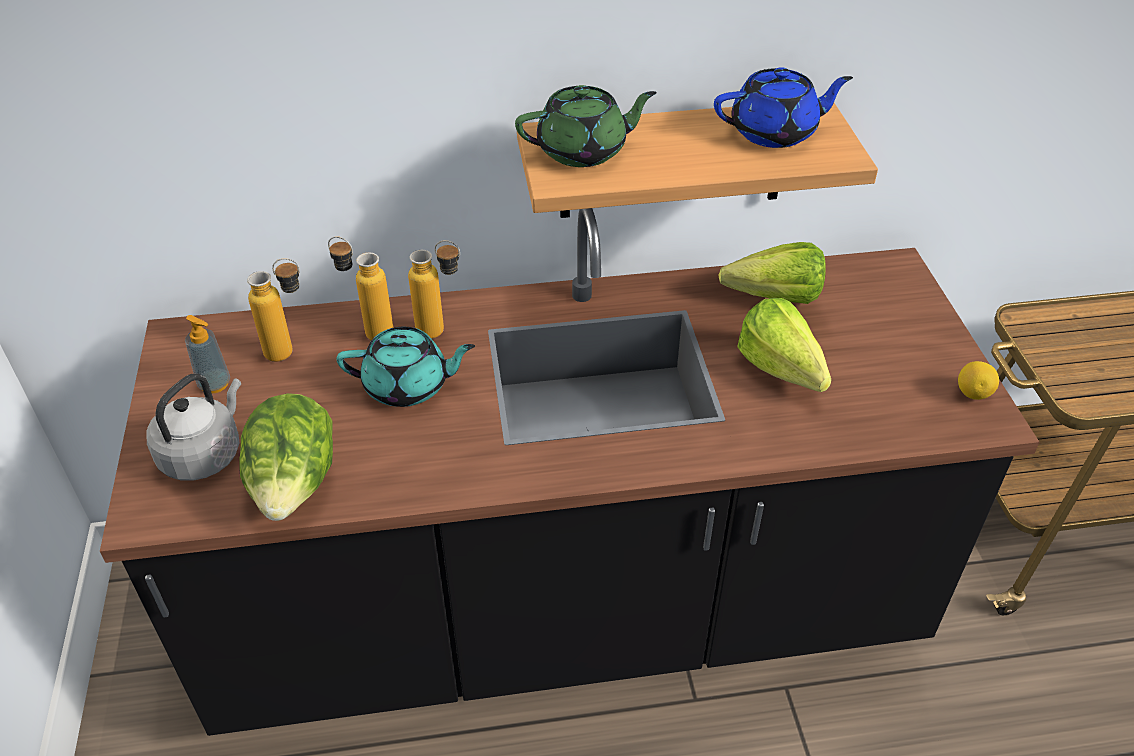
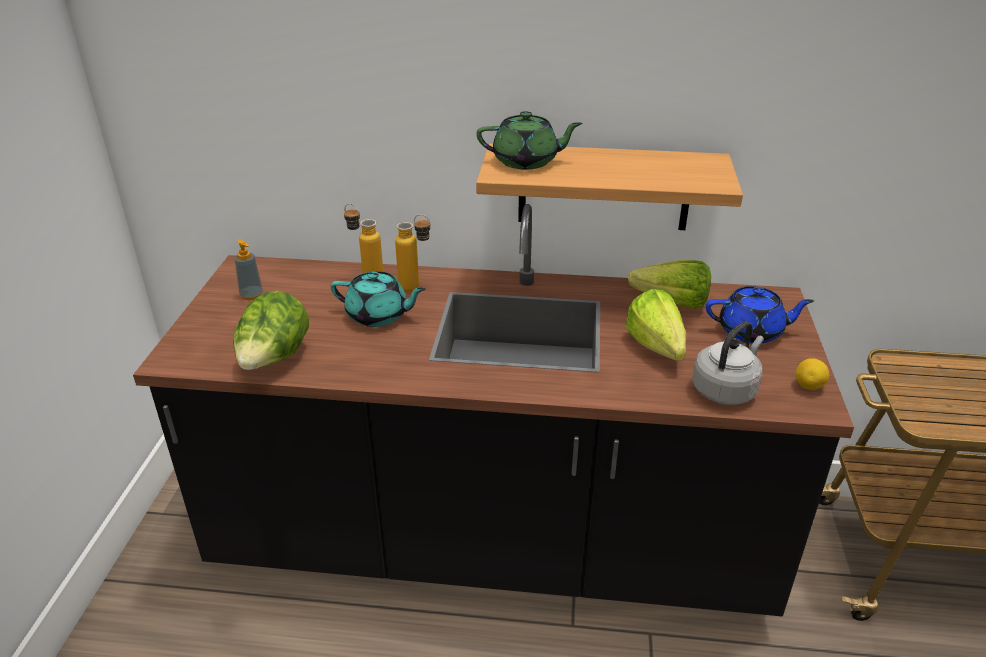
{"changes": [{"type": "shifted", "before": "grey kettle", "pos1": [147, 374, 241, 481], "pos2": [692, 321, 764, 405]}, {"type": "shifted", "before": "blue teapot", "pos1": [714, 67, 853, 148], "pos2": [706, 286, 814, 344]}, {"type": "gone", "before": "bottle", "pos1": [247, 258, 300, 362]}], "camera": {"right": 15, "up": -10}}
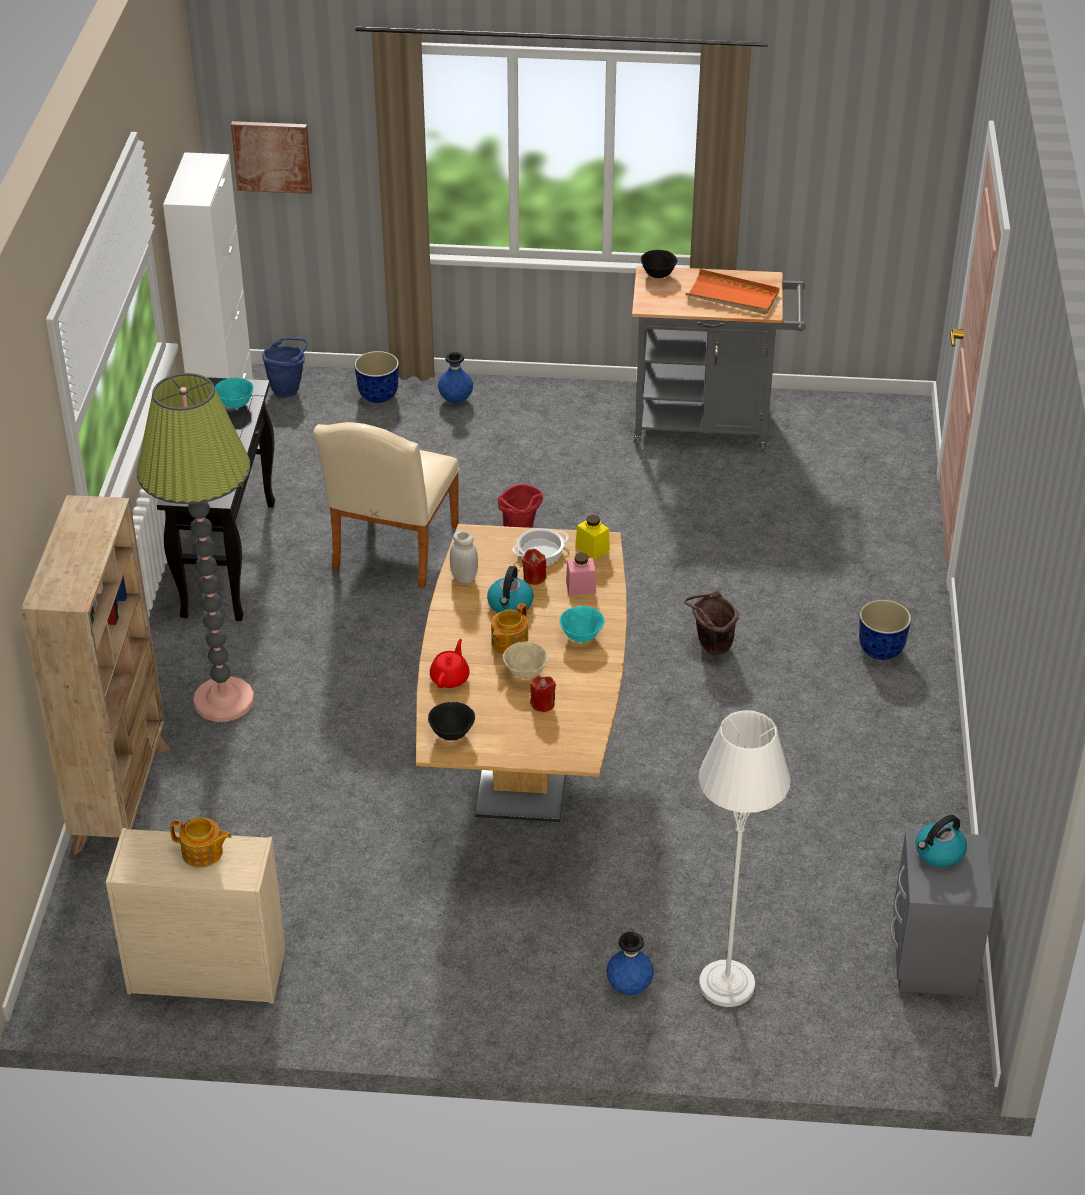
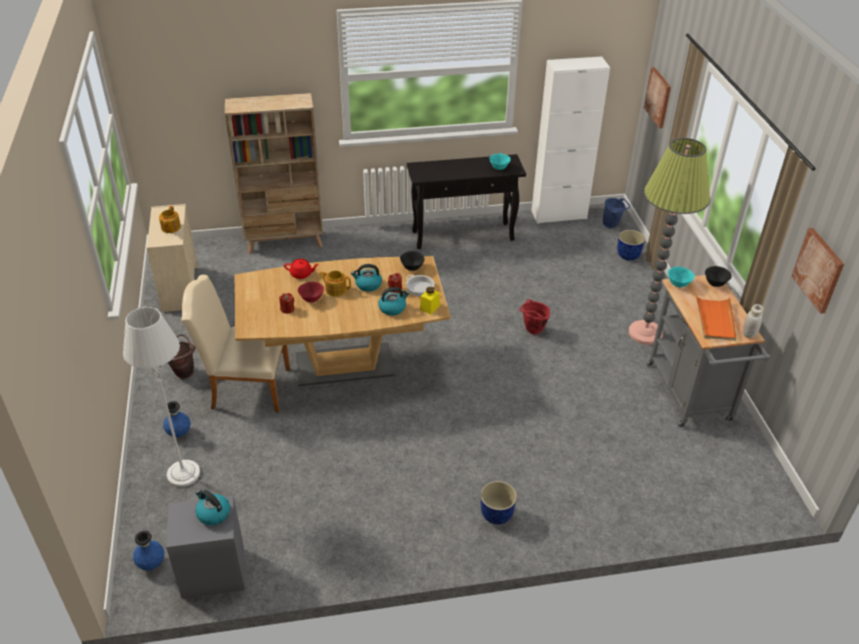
{"changes": [{"type": "shifted", "before": "blue vase", "pos1": [438, 352, 473, 403], "pos2": [133, 531, 164, 570]}, {"type": "shifted", "before": "brown bucket", "pos1": [684, 590, 739, 655], "pos2": [168, 334, 196, 379]}, {"type": "shifted", "before": "beige chair", "pos1": [313, 422, 459, 588], "pos2": [181, 275, 290, 413]}, {"type": "repainted", "before": "beige bowl", "after": "red bowl", "pos1": [503, 641, 548, 679], "pos2": [298, 282, 324, 303]}, {"type": "swapped", "before": "pink jar", "after": "kettle", "pos1": [566, 553, 596, 595], "pos2": [378, 287, 409, 316]}, {"type": "shifted", "before": "black bowl", "pos1": [428, 702, 475, 741], "pos2": [400, 251, 425, 271]}, {"type": "shifted", "before": "floor lamp", "pos1": [137, 373, 254, 722], "pos2": [629, 138, 710, 345]}, {"type": "shifted", "before": "turquoise bowl", "pos1": [559, 606, 604, 643], "pos2": [668, 267, 694, 287]}, {"type": "shifted", "before": "white jar", "pos1": [450, 531, 478, 584], "pos2": [743, 304, 764, 338]}, {"type": "new", "after": "picture", "pos2": [792, 228, 844, 314]}], "camera": {"right": 75, "up": 0}}
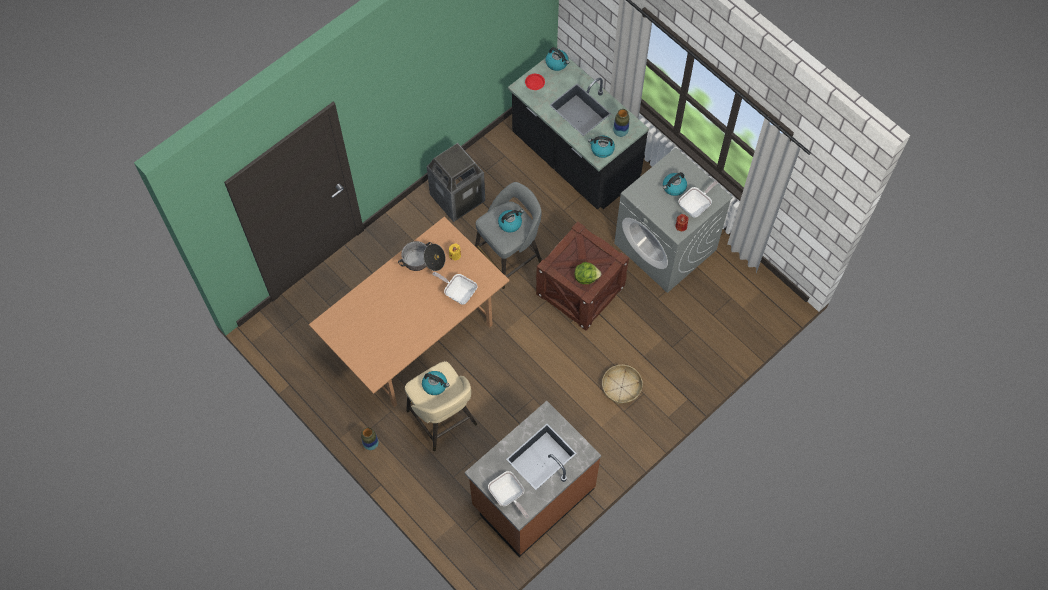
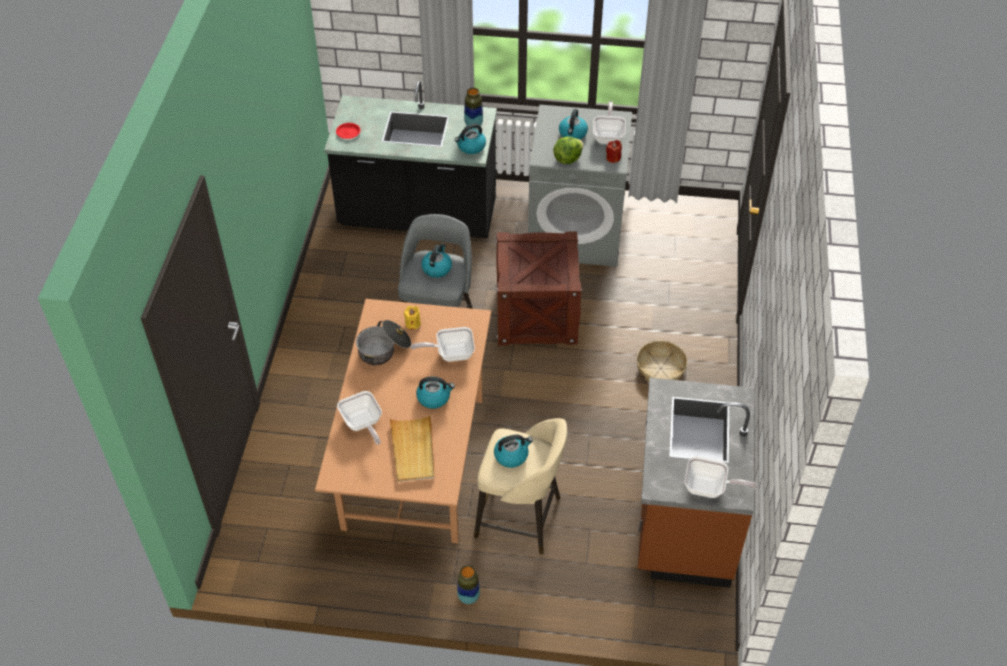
{"changes": [{"type": "new", "after": "frying pan", "pos2": [337, 391, 382, 445]}, {"type": "new", "after": "beige tray", "pos2": [390, 414, 434, 482]}, {"type": "shifted", "before": "kettle", "pos1": [546, 47, 569, 71], "pos2": [416, 377, 455, 409]}, {"type": "shifted", "before": "lettuce", "pos1": [574, 262, 601, 284], "pos2": [553, 137, 583, 164]}, {"type": "gone", "before": "trash can", "pos1": [427, 143, 485, 222]}], "camera": {"right": -40, "up": -15}}
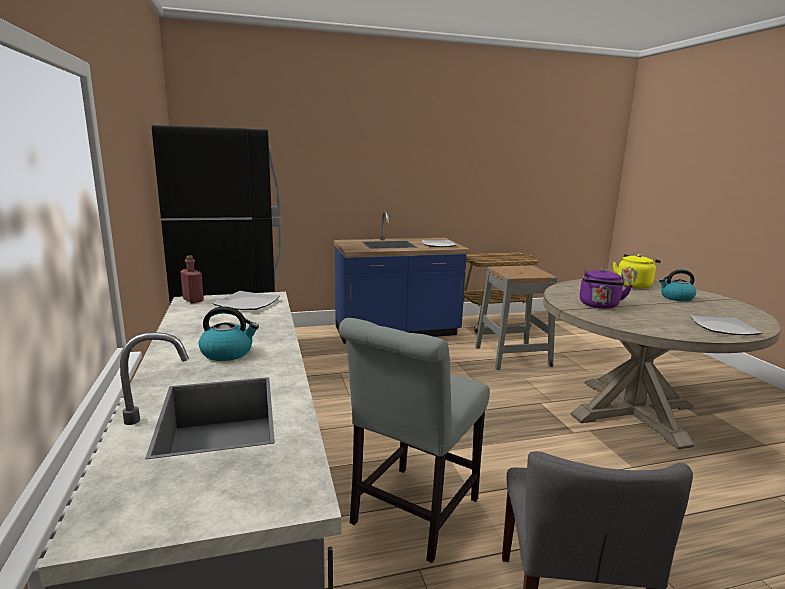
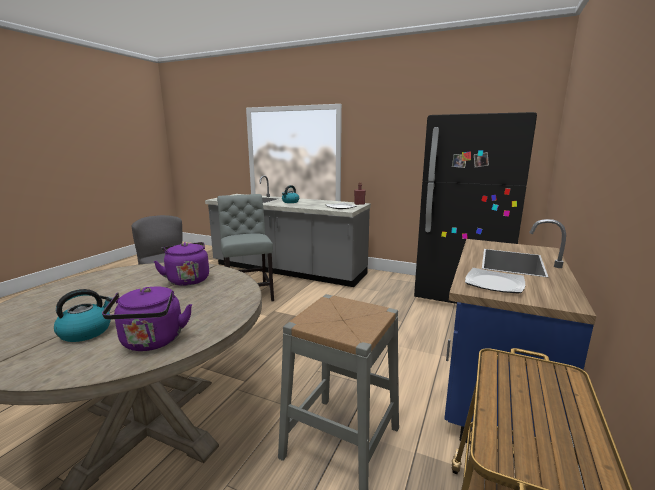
{"changes": [{"type": "repainted", "before": "yellow kettle", "after": "purple kettle", "pos1": [613, 254, 661, 289], "pos2": [102, 287, 192, 351]}, {"type": "gone", "before": "plate", "pos1": [690, 315, 762, 335]}], "camera": {"right": 130, "up": 0}}
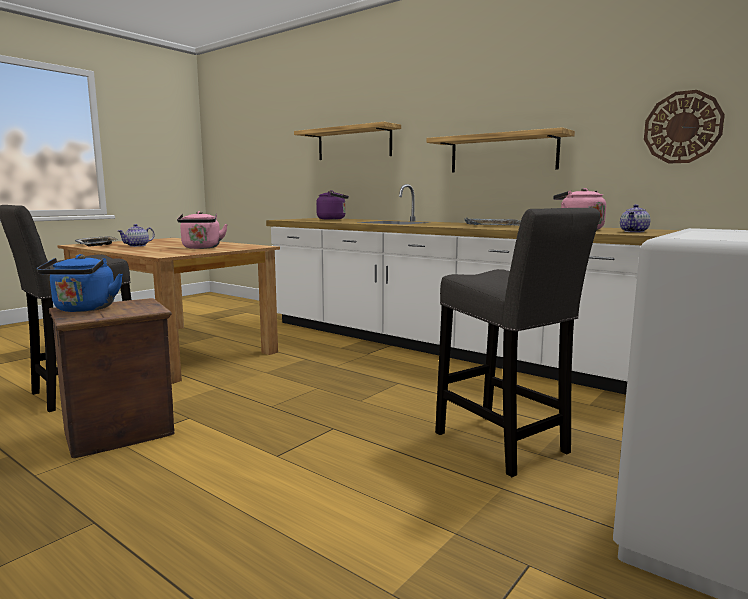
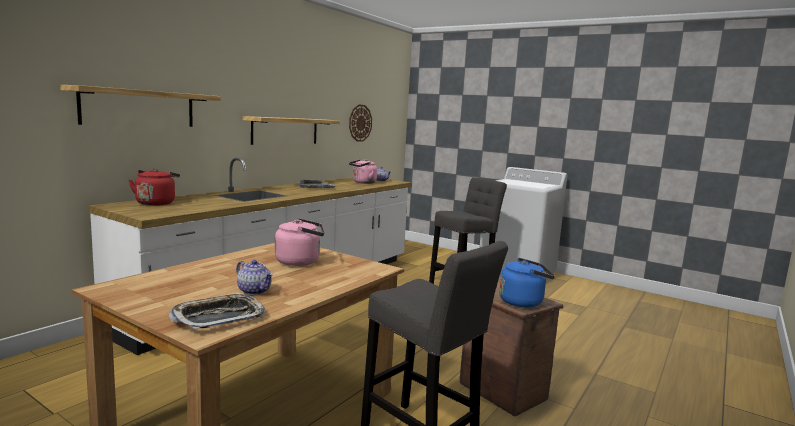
{"changes": [{"type": "repainted", "before": "purple kettle", "after": "red kettle", "pos1": [316, 190, 349, 220], "pos2": [129, 169, 180, 206]}], "camera": {"right": -95, "up": 0}}
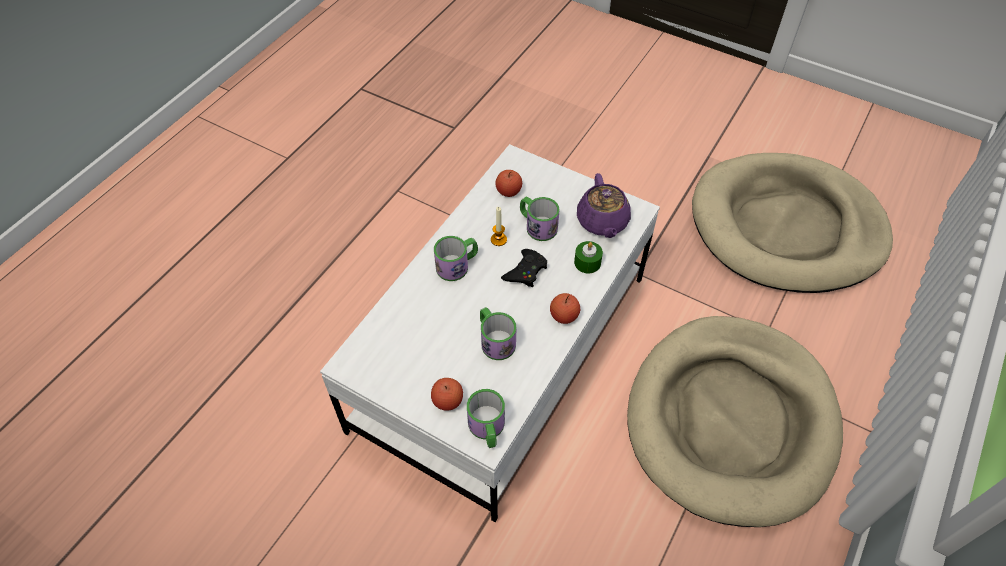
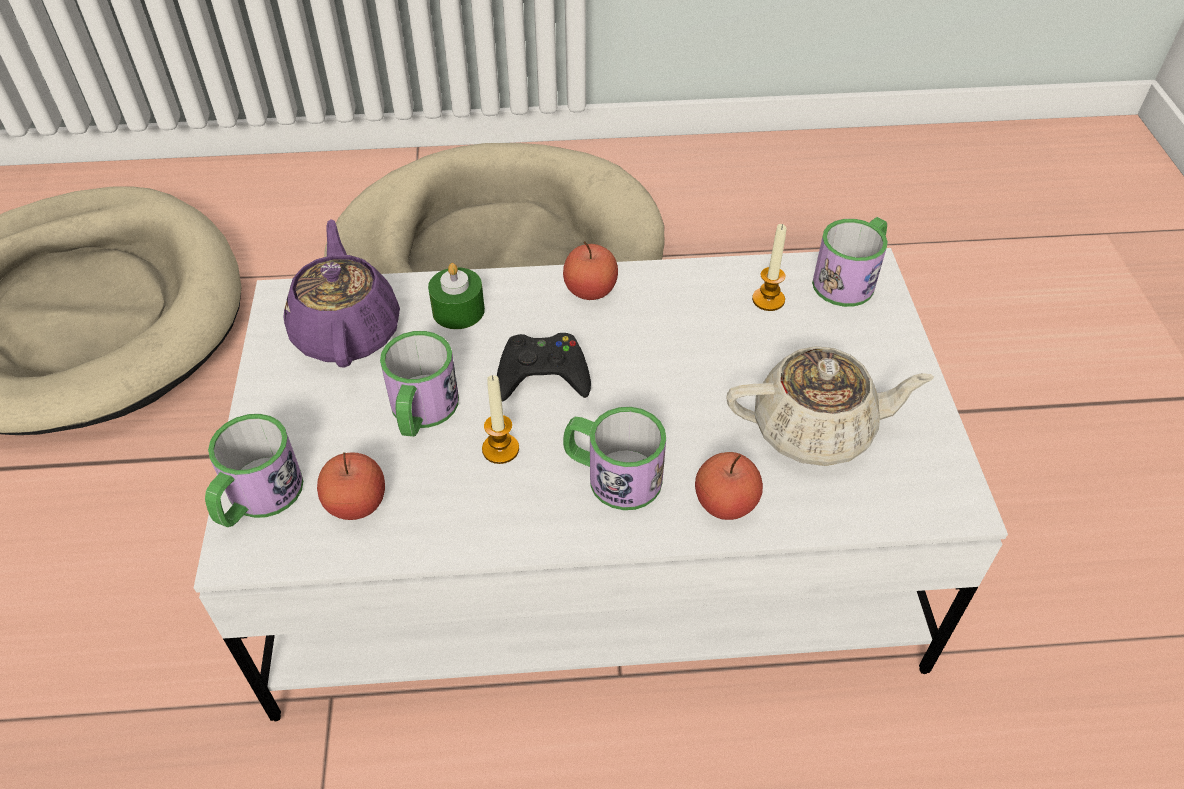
{"changes": [{"type": "shifted", "before": "mug", "pos1": [480, 307, 516, 360], "pos2": [205, 414, 303, 527]}, {"type": "rotated", "before": "purple teapot", "pos1": [577, 173, 631, 238], "pos2": [283, 219, 400, 368], "turn": -60}, {"type": "shifted", "before": "apple", "pos1": [431, 378, 463, 411], "pos2": [695, 452, 763, 520]}, {"type": "new", "after": "beige teapot", "pos2": [726, 346, 934, 466]}, {"type": "new", "after": "candle", "pos2": [752, 224, 787, 311]}], "camera": {"right": -125, "up": -5}}
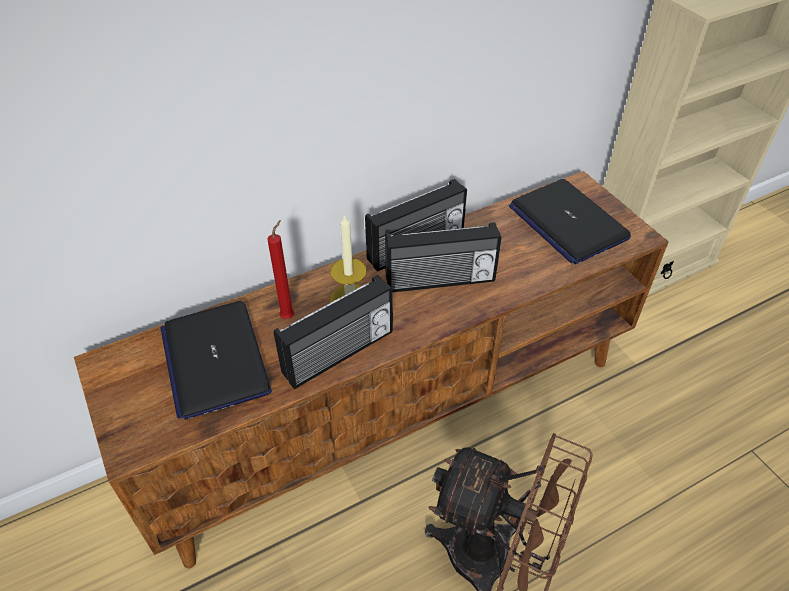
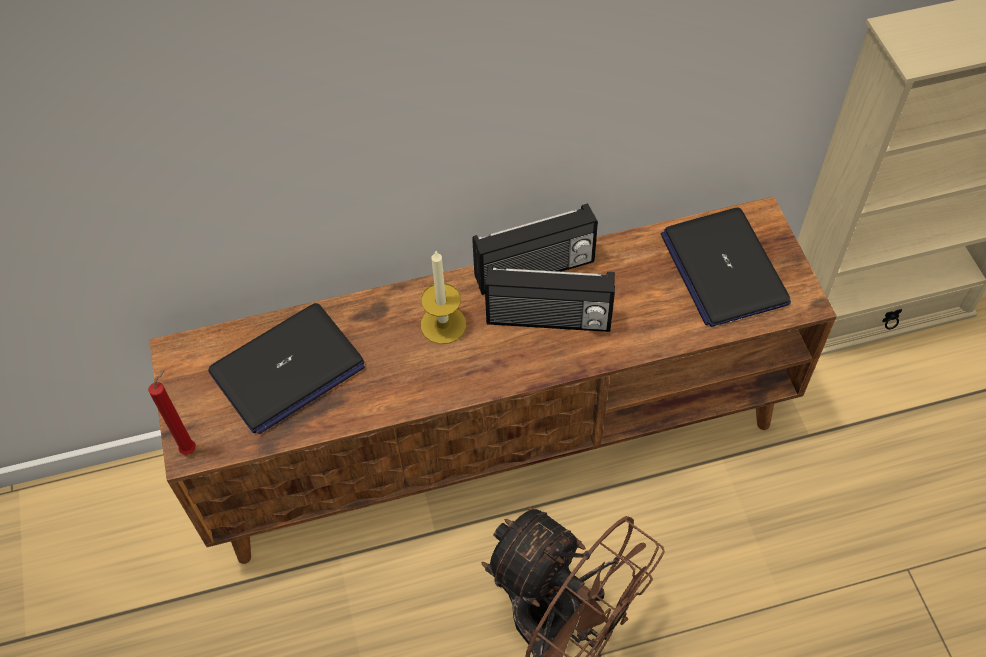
{"changes": [{"type": "shifted", "before": "red candle", "pos1": [267, 220, 294, 319], "pos2": [148, 370, 196, 455]}, {"type": "rotated", "before": "laptop", "pos1": [160, 301, 272, 420], "pos2": [208, 303, 365, 435], "turn": -120}, {"type": "gone", "before": "radio", "pos1": [274, 275, 393, 389]}], "camera": {"right": 15, "up": 10}}
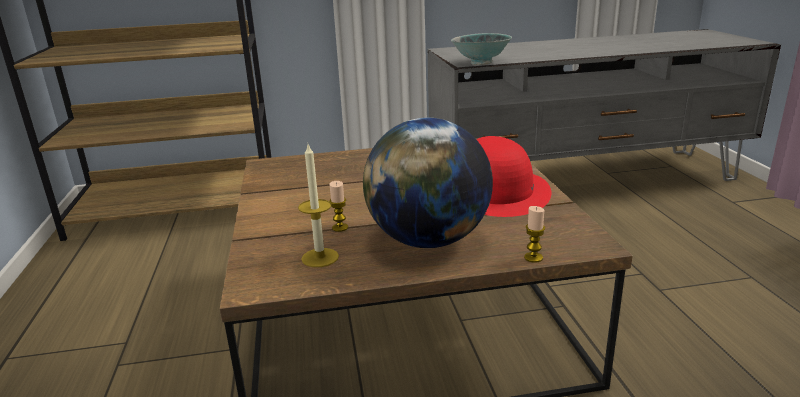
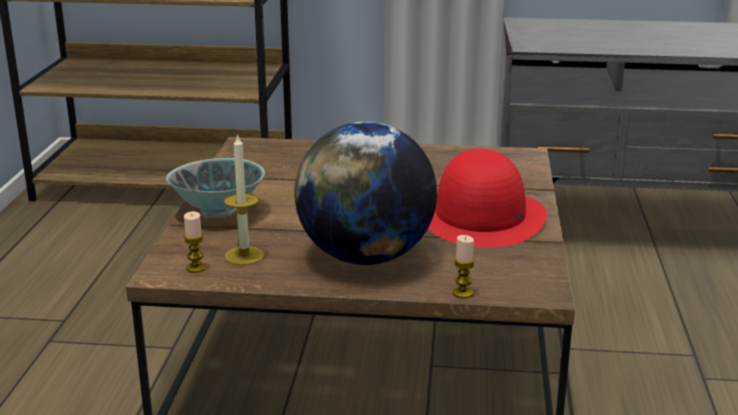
{"changes": [{"type": "shifted", "before": "bowl", "pos1": [451, 33, 512, 65], "pos2": [166, 158, 265, 218]}, {"type": "shifted", "before": "candle", "pos1": [329, 181, 348, 232], "pos2": [183, 211, 206, 273]}], "camera": {"right": 15, "up": 0}}
